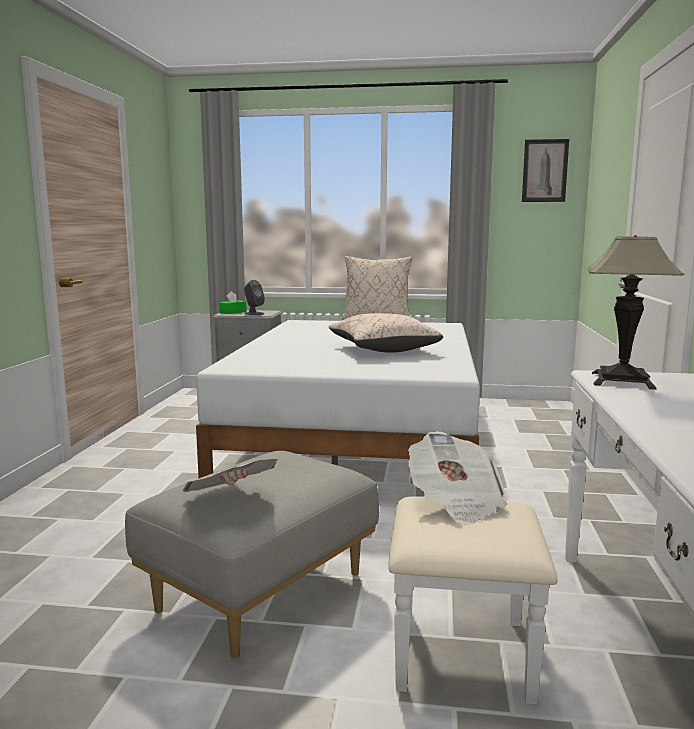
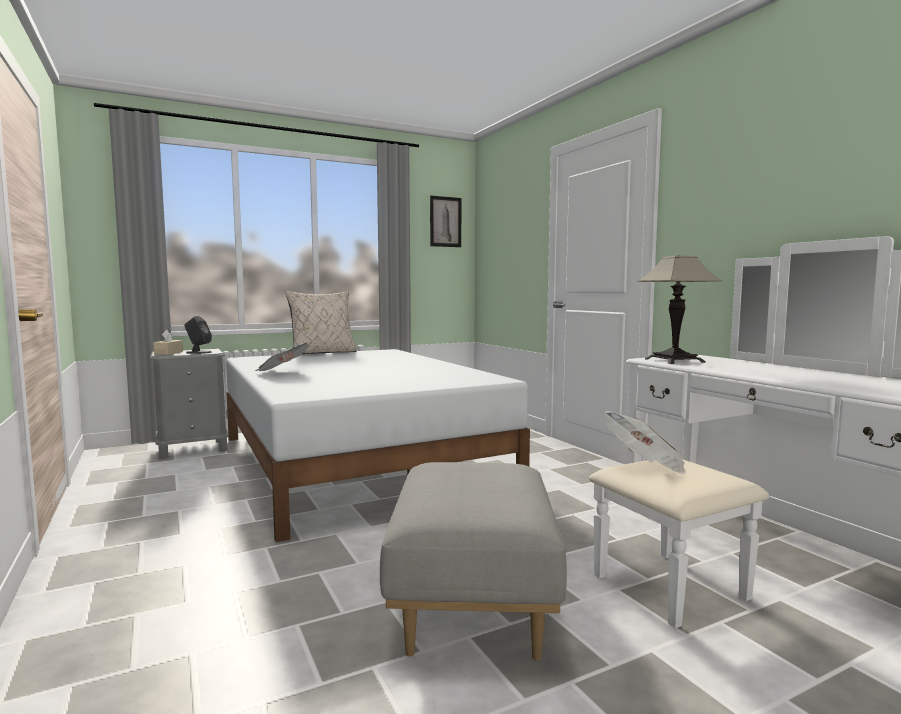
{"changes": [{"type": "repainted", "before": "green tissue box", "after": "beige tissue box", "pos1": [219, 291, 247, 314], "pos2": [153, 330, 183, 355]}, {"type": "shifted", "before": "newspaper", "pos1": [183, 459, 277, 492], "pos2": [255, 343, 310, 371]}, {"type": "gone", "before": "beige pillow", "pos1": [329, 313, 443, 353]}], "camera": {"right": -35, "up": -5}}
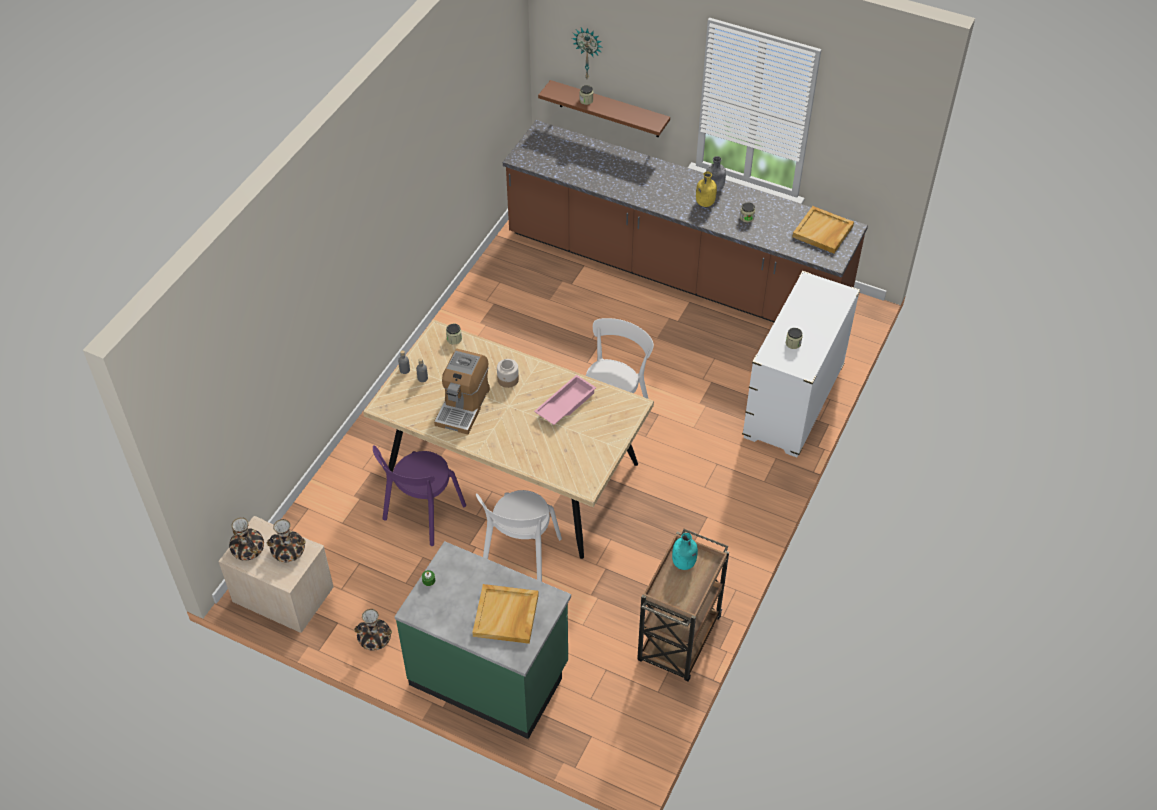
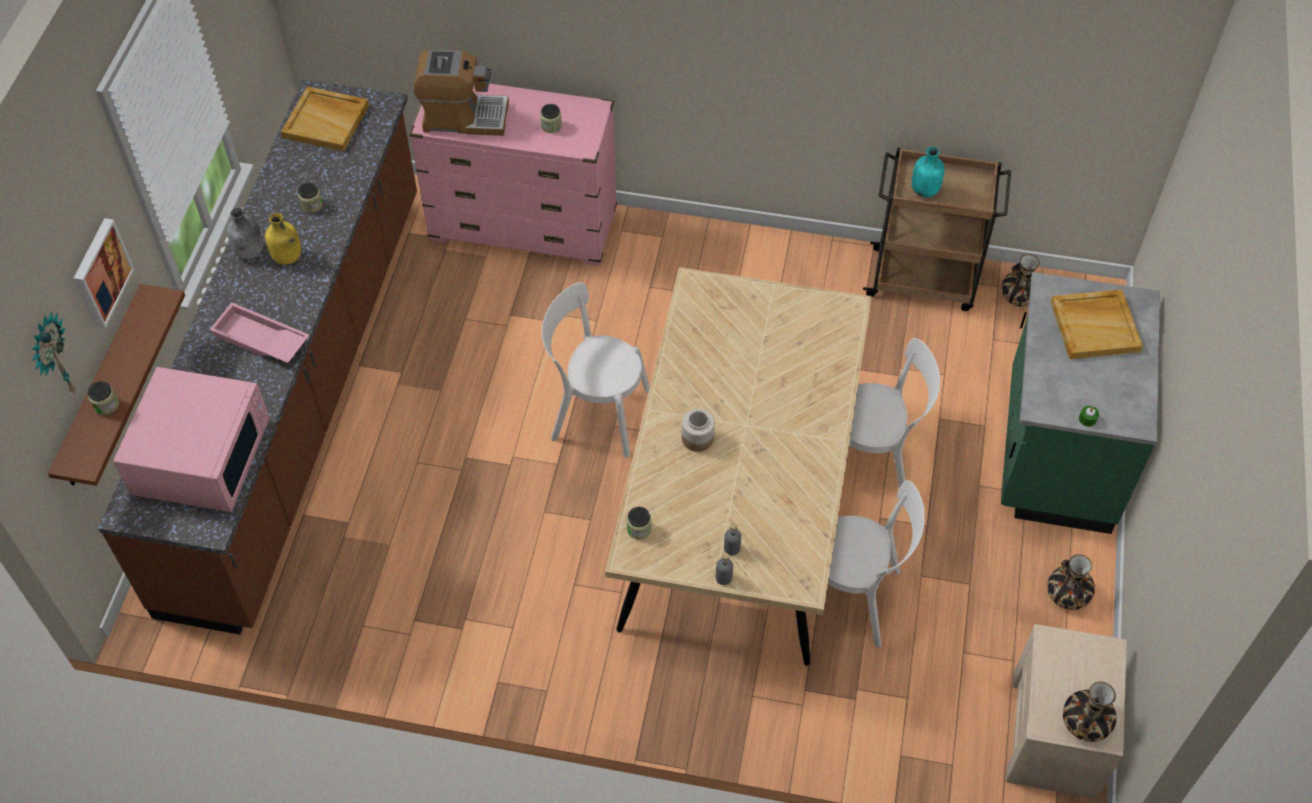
{"changes": [{"type": "new", "after": "picture", "pos2": [73, 218, 135, 328]}, {"type": "new", "after": "pink microwave", "pos2": [113, 367, 269, 512]}, {"type": "shifted", "before": "pink tray", "pos1": [534, 375, 596, 425], "pos2": [210, 303, 310, 363]}, {"type": "repainted", "before": "white dresser", "after": "pink dresser", "pos1": [742, 271, 860, 457], "pos2": [409, 84, 617, 266]}, {"type": "shifted", "before": "coffee machine", "pos1": [434, 349, 490, 435], "pos2": [414, 49, 509, 136]}, {"type": "repainted", "before": "purple chair", "after": "white chair", "pos1": [373, 445, 466, 546], "pos2": [795, 480, 925, 648]}, {"type": "shifted", "before": "vase", "pos1": [267, 519, 306, 562], "pos2": [1002, 254, 1040, 307]}], "camera": {"right": -105, "up": 5}}
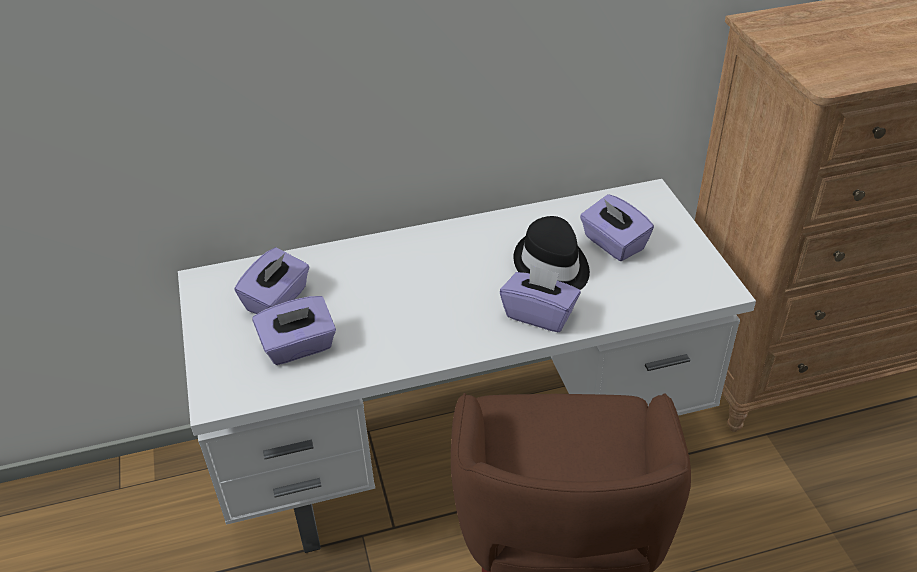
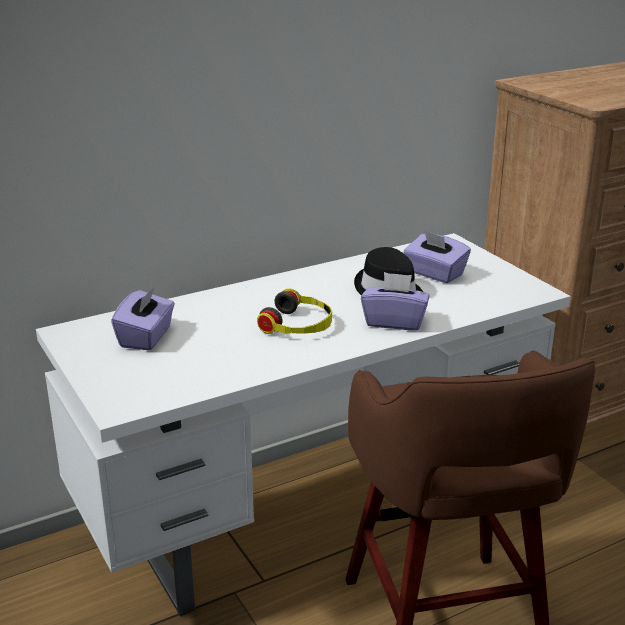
{"changes": [{"type": "new", "after": "headphones", "pos2": [257, 289, 332, 334]}, {"type": "gone", "before": "purple tissue box", "pos1": [252, 296, 336, 365]}], "camera": {"right": -15, "up": -15}}
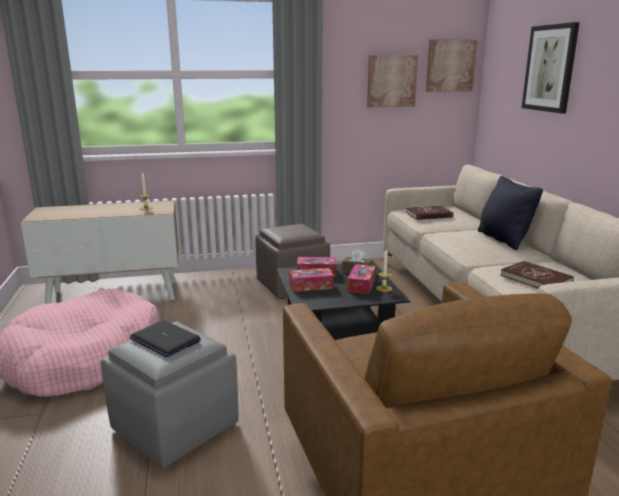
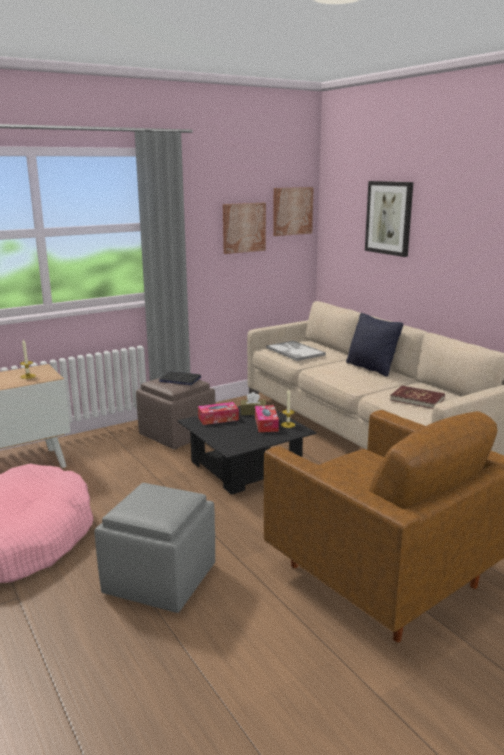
{"changes": [{"type": "shifted", "before": "laptop", "pos1": [130, 320, 201, 357], "pos2": [159, 371, 201, 385]}, {"type": "swapped", "before": "red book", "after": "tray", "pos1": [406, 206, 453, 220], "pos2": [266, 341, 326, 361]}, {"type": "gone", "before": "tissue box", "pos1": [289, 268, 334, 292]}], "camera": {"right": -20, "up": 0}}
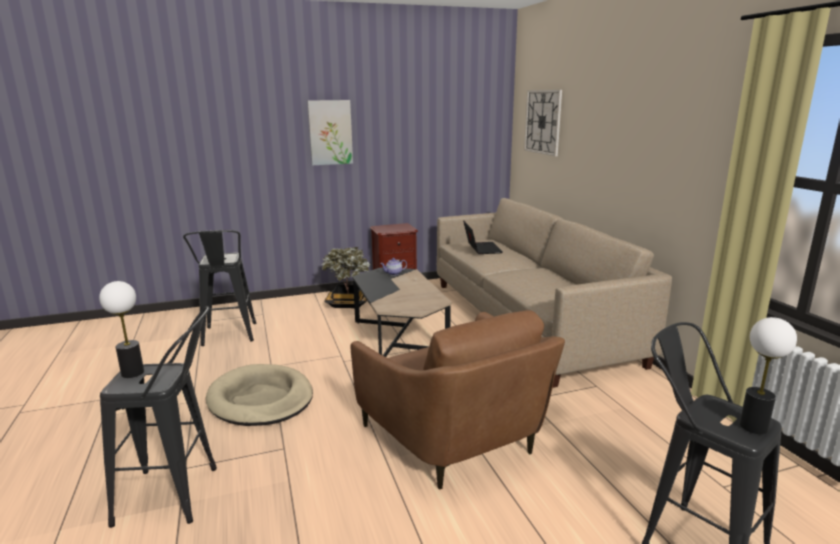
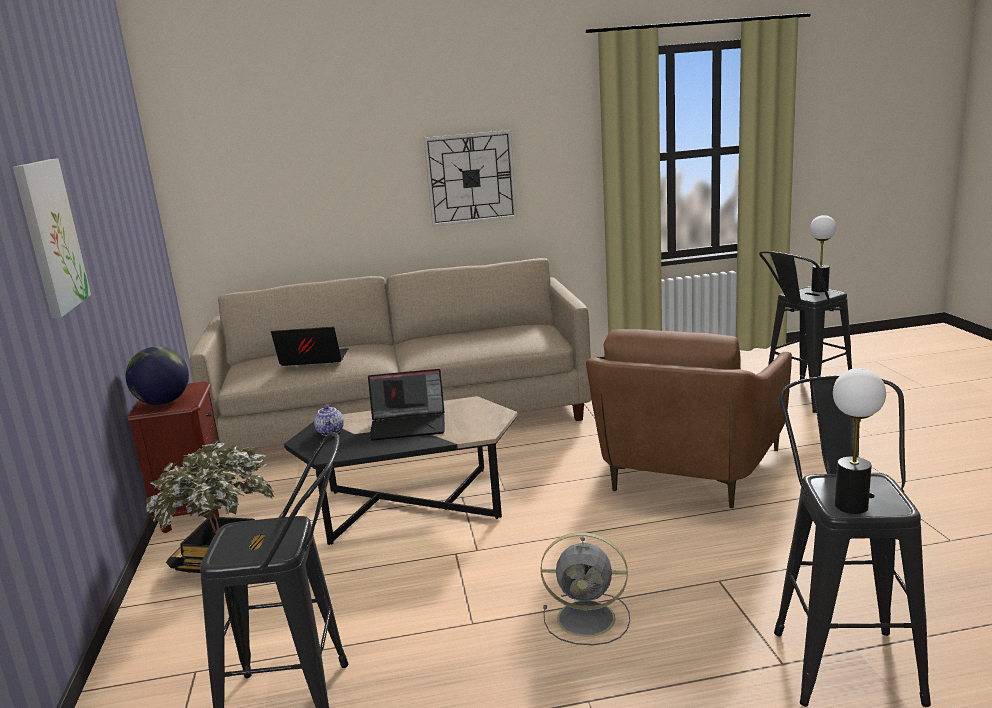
{"changes": [{"type": "new", "after": "globe", "pos2": [125, 347, 189, 405]}, {"type": "new", "after": "laptop", "pos2": [368, 369, 445, 441]}, {"type": "shifted", "before": "wall clock", "pos1": [524, 90, 562, 156], "pos2": [423, 130, 517, 227]}, {"type": "swapped", "before": "beige dog bed", "after": "grey fan", "pos1": [206, 364, 313, 426], "pos2": [540, 532, 630, 645]}, {"type": "rotated", "before": "brown armchair", "pos1": [351, 310, 565, 490], "pos2": [586, 329, 792, 508], "turn": 135}], "camera": {"right": -80, "up": 0}}
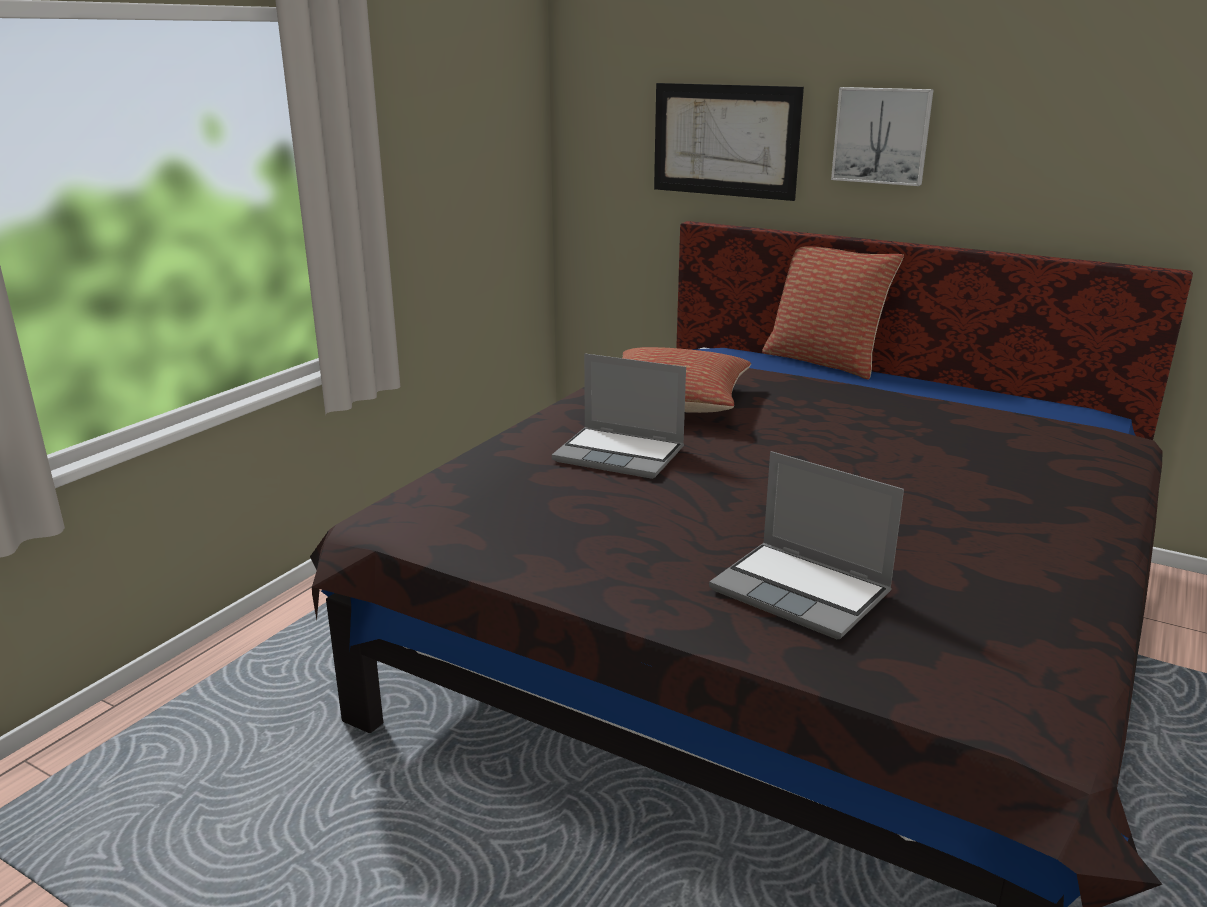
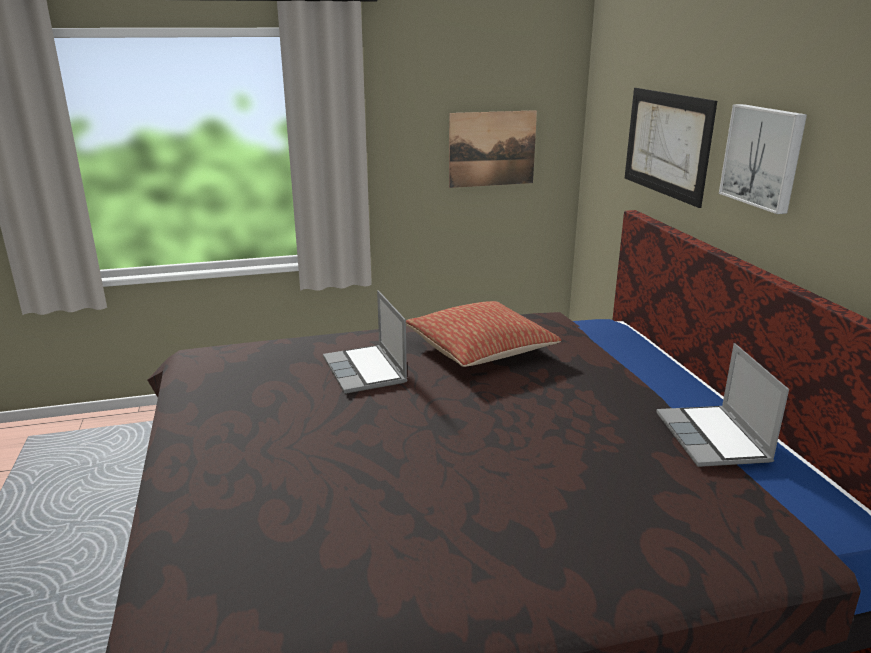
{"changes": [{"type": "new", "after": "picture", "pos2": [449, 110, 537, 188]}, {"type": "shifted", "before": "laptop", "pos1": [709, 451, 904, 639], "pos2": [656, 343, 789, 467]}, {"type": "gone", "before": "pillow", "pos1": [762, 246, 904, 379]}], "camera": {"right": 45, "up": 0}}
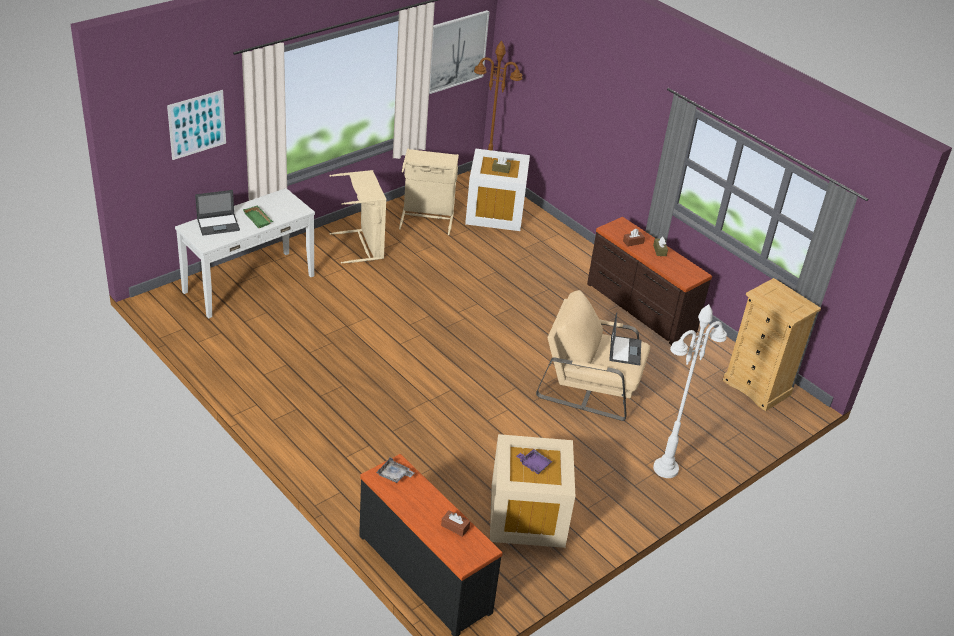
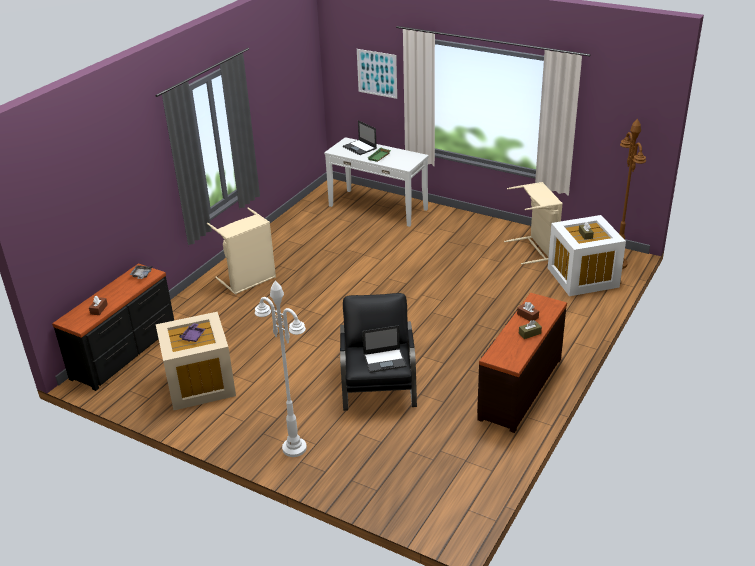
{"changes": [{"type": "shifted", "before": "beige laundry basket", "pos1": [329, 170, 386, 264], "pos2": [207, 208, 276, 295]}, {"type": "repainted", "before": "beige armchair", "after": "black armchair", "pos1": [536, 290, 650, 421], "pos2": [340, 293, 417, 411]}, {"type": "gone", "before": "picture", "pos1": [429, 10, 489, 94]}, {"type": "gone", "before": "beige dresser", "pos1": [723, 278, 821, 411]}], "camera": {"right": 75, "up": -5}}
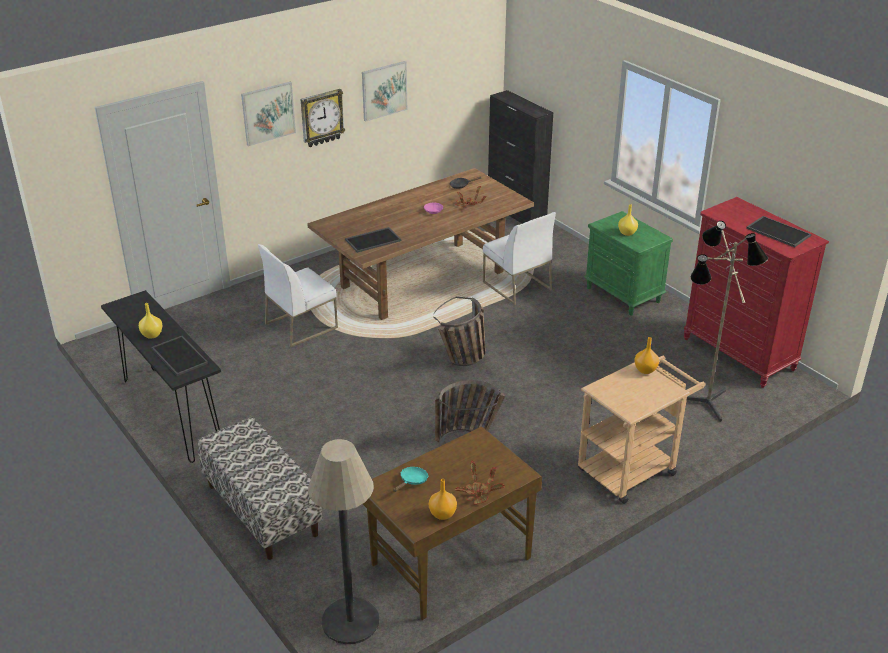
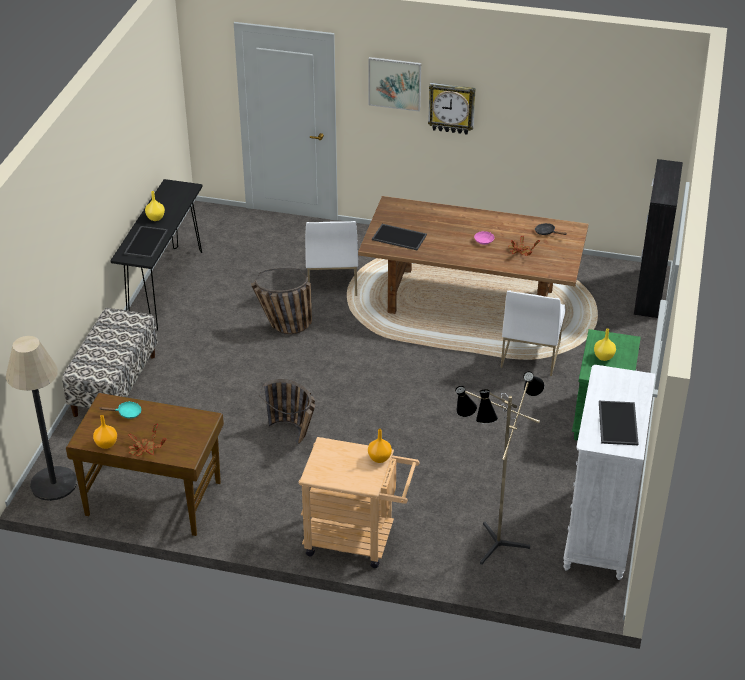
{"changes": [{"type": "shifted", "before": "basket", "pos1": [434, 297, 486, 366], "pos2": [251, 268, 312, 334]}, {"type": "rotated", "before": "white chair", "pos1": [258, 244, 338, 347], "pos2": [305, 221, 358, 296], "turn": -105}, {"type": "repainted", "before": "red dresser", "after": "white dresser", "pos1": [684, 197, 829, 388], "pos2": [563, 365, 655, 580]}, {"type": "gone", "before": "picture", "pos1": [362, 61, 407, 122]}], "camera": {"right": 50, "up": 5}}
